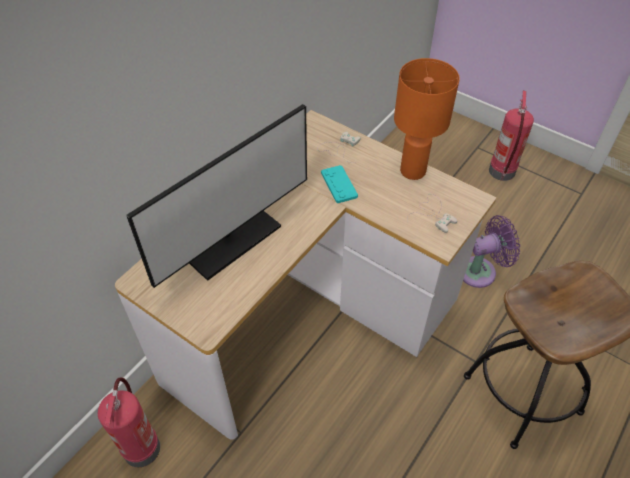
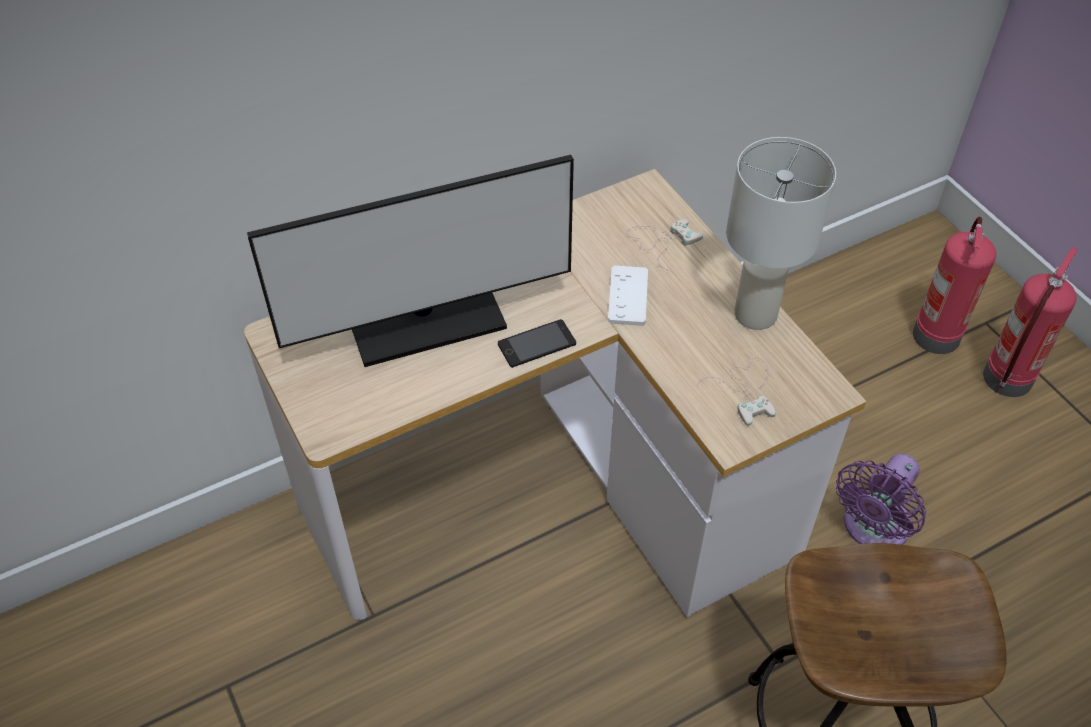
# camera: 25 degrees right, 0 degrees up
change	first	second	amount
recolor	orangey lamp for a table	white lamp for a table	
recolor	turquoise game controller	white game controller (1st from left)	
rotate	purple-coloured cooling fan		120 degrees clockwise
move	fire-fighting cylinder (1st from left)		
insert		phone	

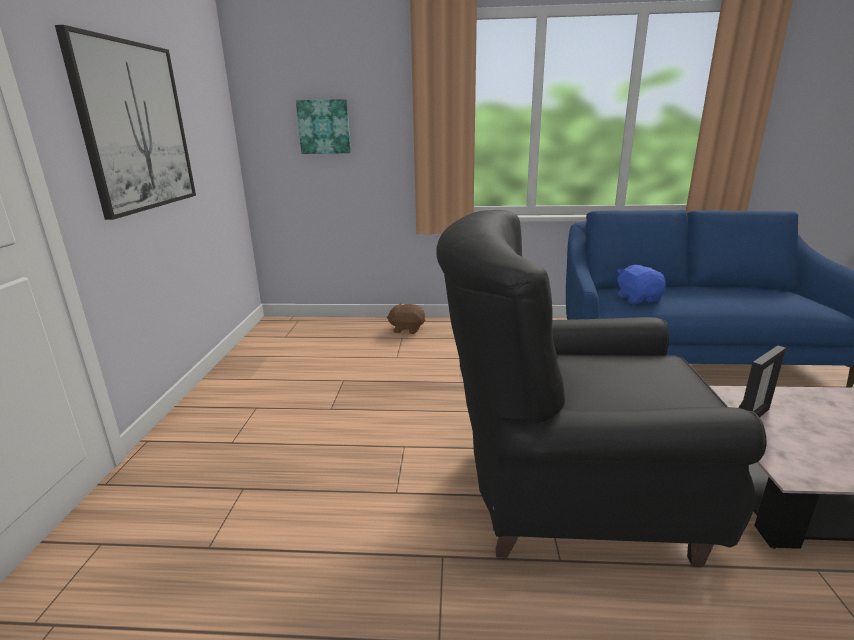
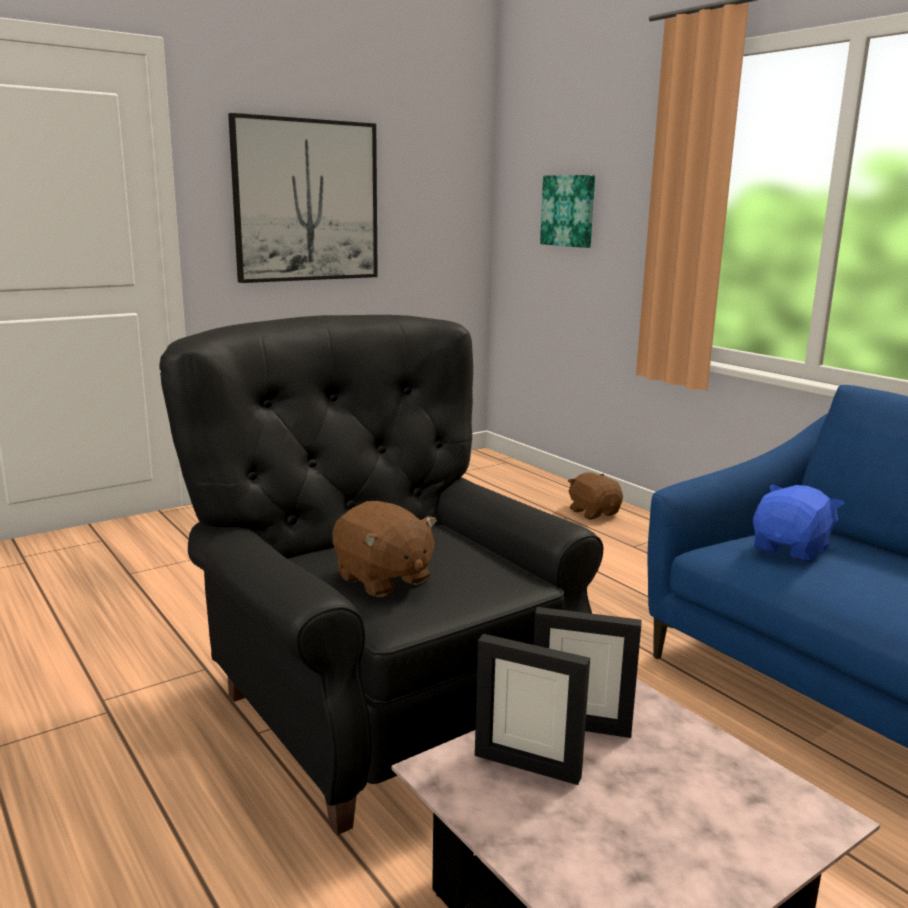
# camera: 50 degrees right, 5 degrees down
change	first	second	amount
insert		brownish cuddly toy (1st from left)	
insert		photo frame (1st from left)	

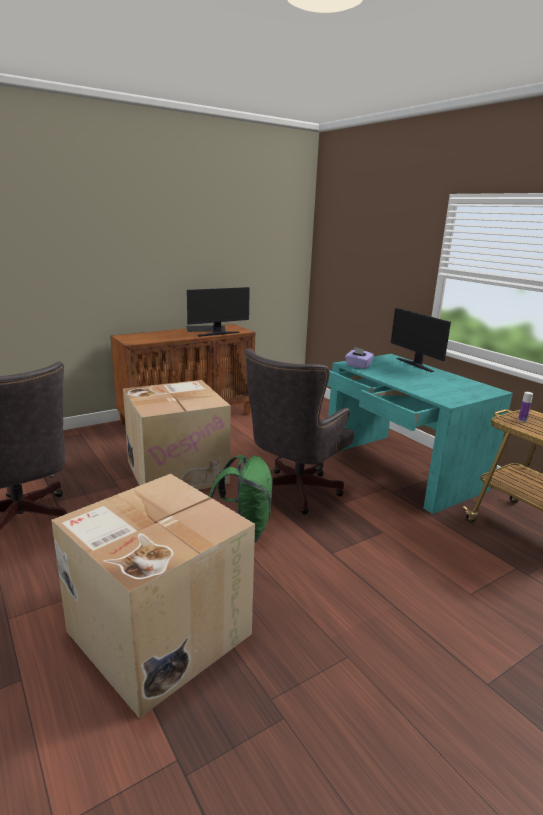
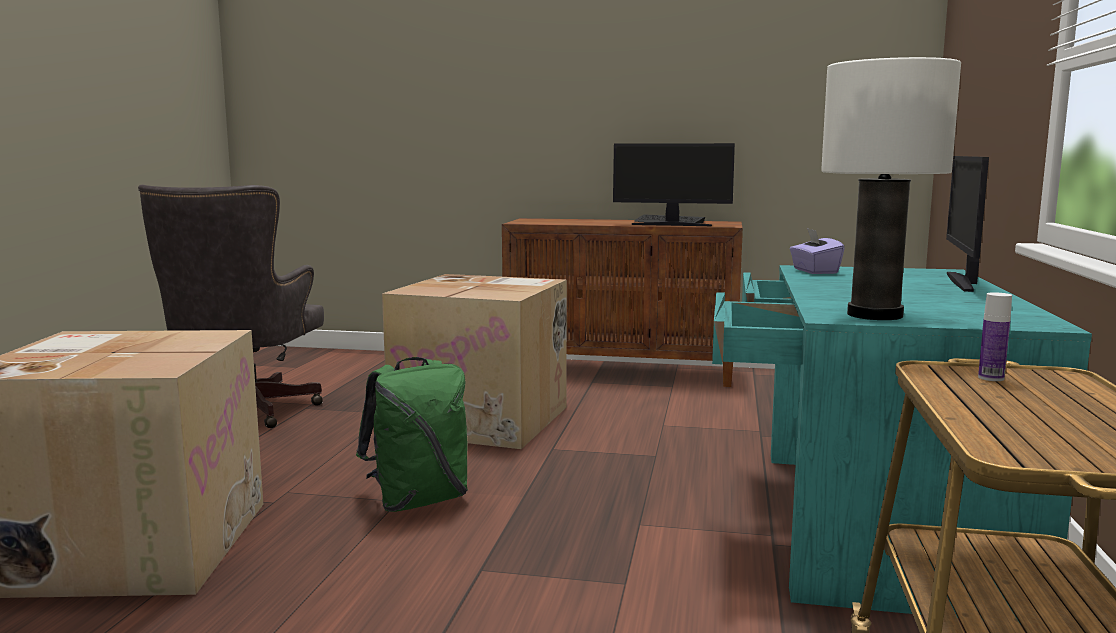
# camera: 45 degrees right, 10 degrees down
change	first	second	amount
delete	grey desk chair (2nd from left)		
insert		white lamp for a table	

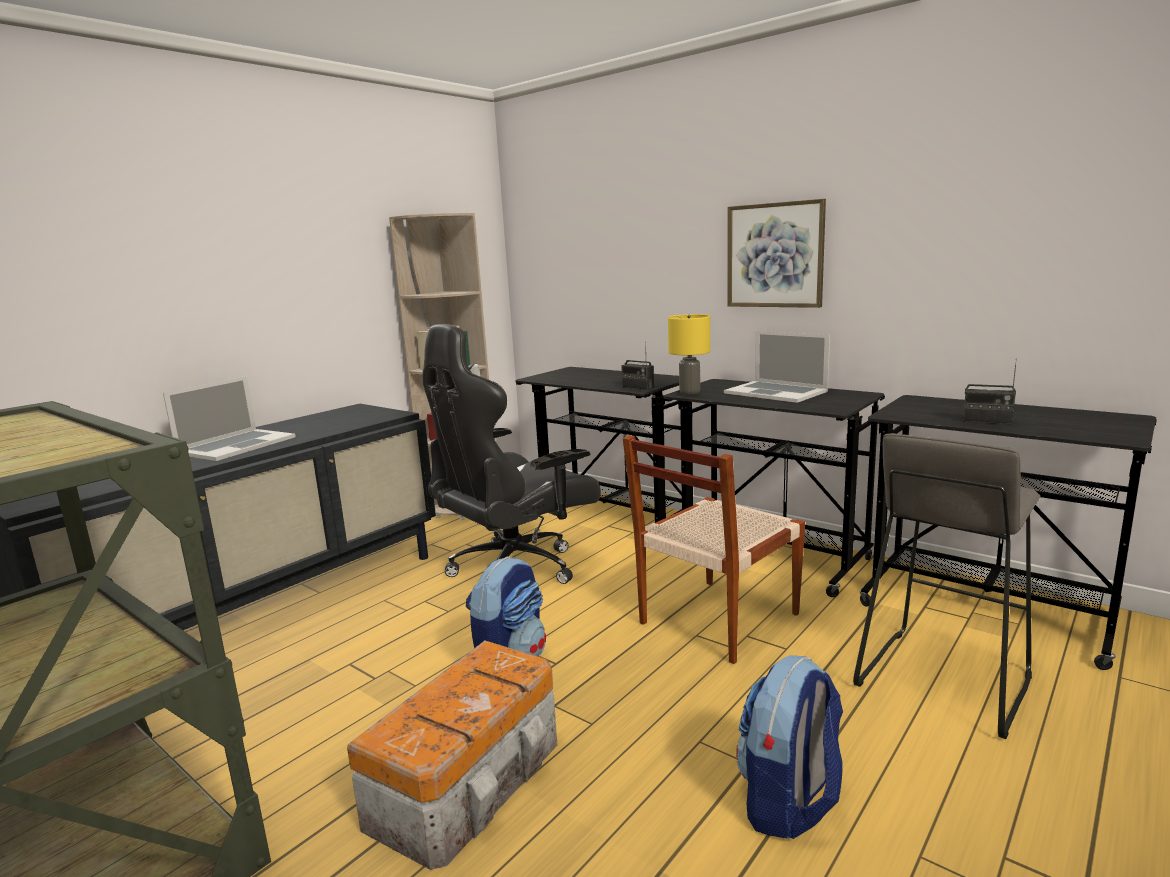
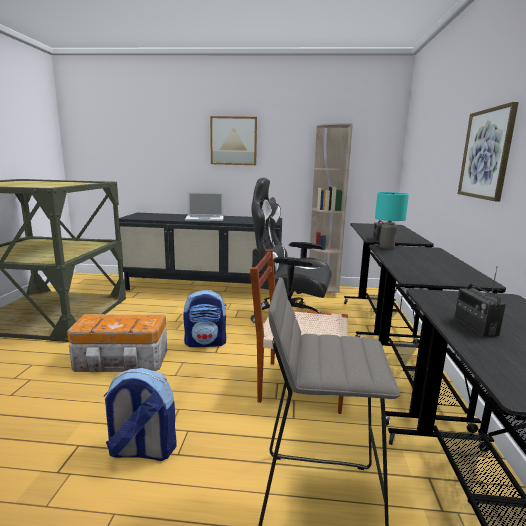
# camera: 55 degrees right, 0 degrees up
change	first	second	amount
recolor	yellow lamp for a table	turquoise lamp for a table	
delete	laptop (2nd from left)		
insert		wall picture (1st from left)	

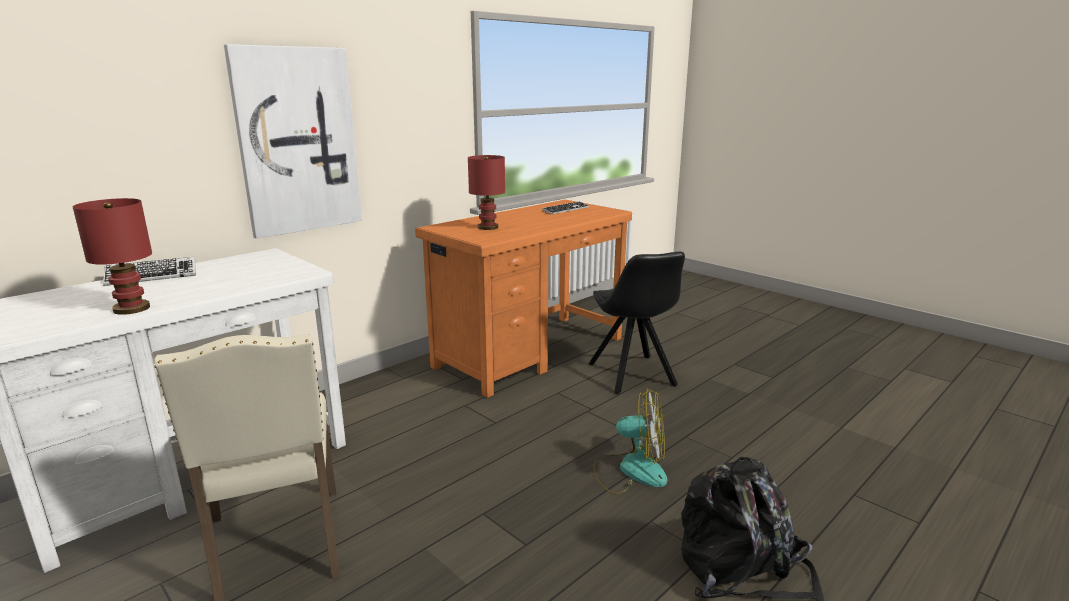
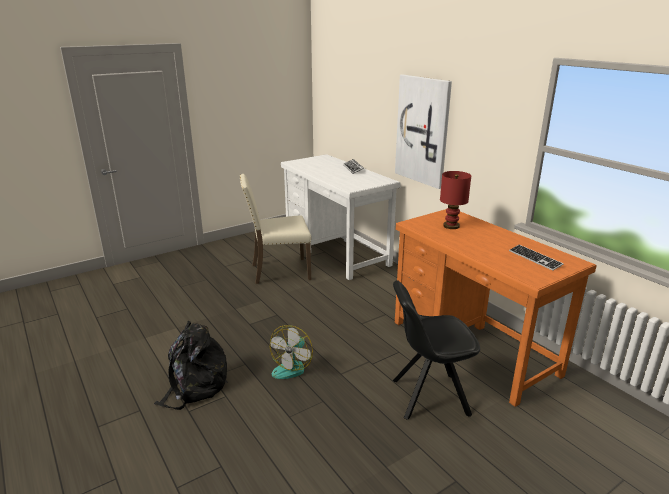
# camera: 100 degrees right, 5 degrees up
change	first	second	amount
delete	reddish lamp for a table (1st from left)		

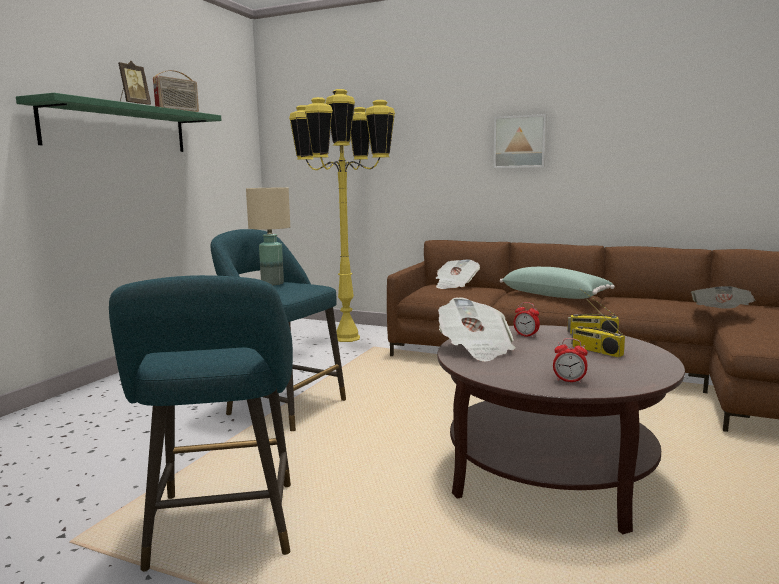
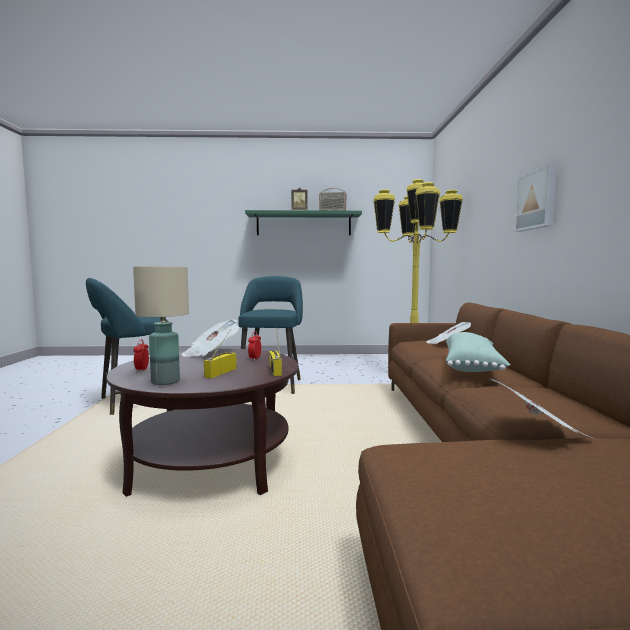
# camera: 65 degrees right, 5 degrees down
change	first	second	amount
move	beige lamp for a table		

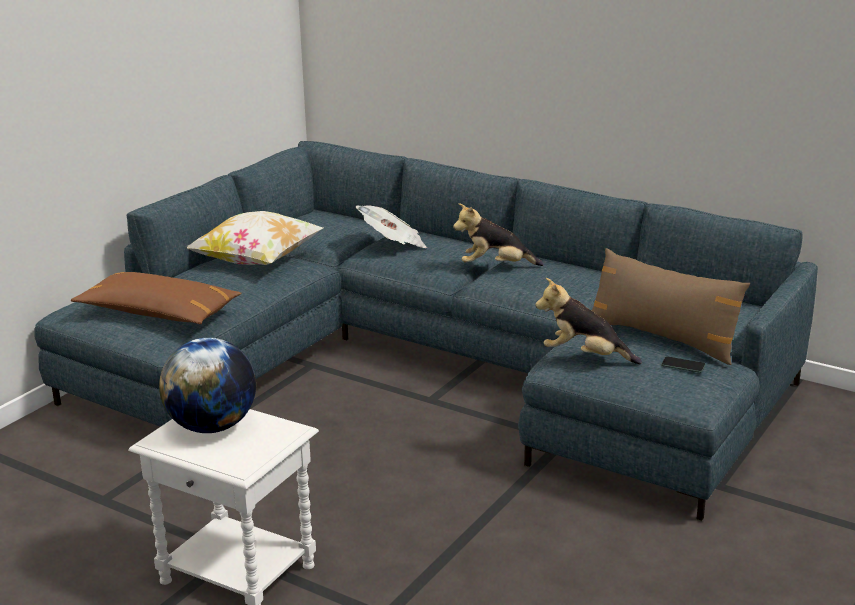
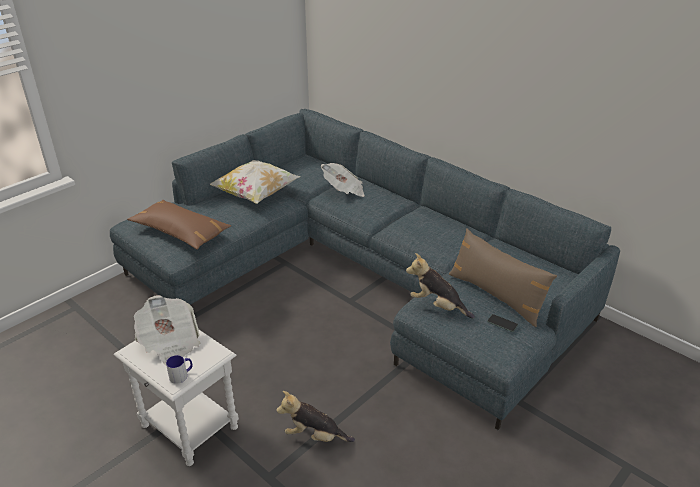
# camera: 10 degrees right, 10 degrees up
change	first	second	amount
move	cuddly toy (1st from left)		
replace	globe	daily paper (1st from left)	
insert		coffee mug	

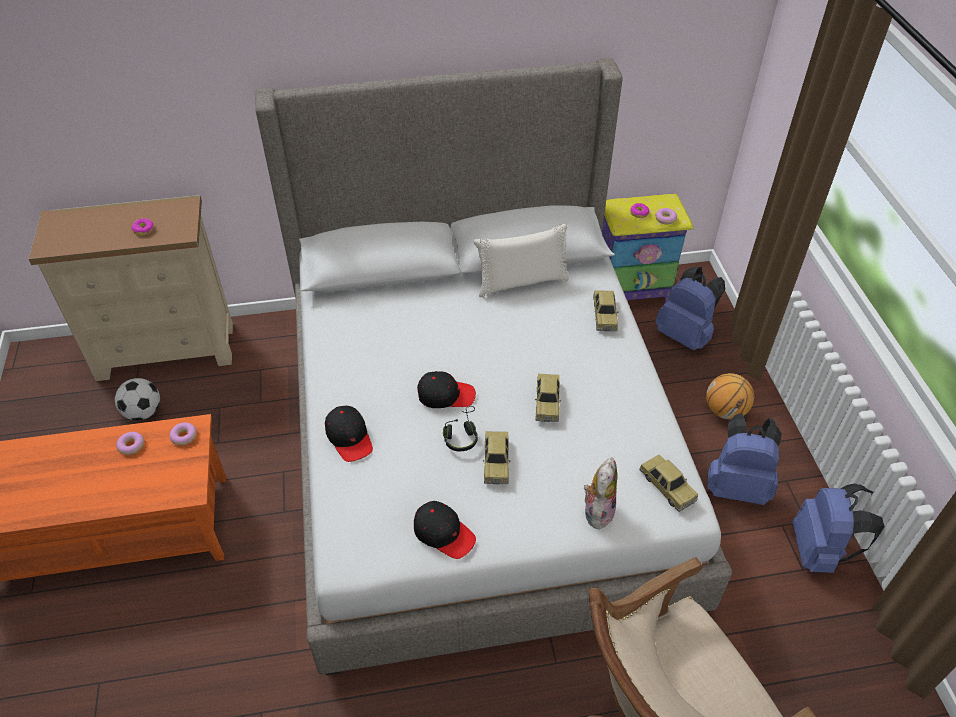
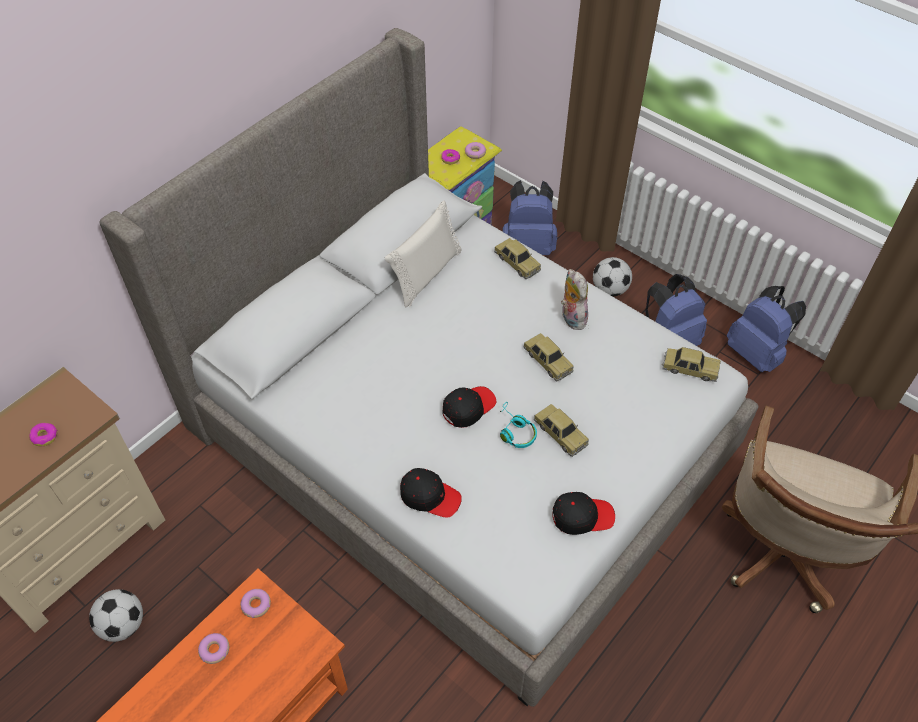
# camera: 40 degrees left, 5 degrees up
change	first	second	amount
replace	basketball	football (2nd from left)	
recolor	black headphones	turquoise headphones	
move	cuddly toy		

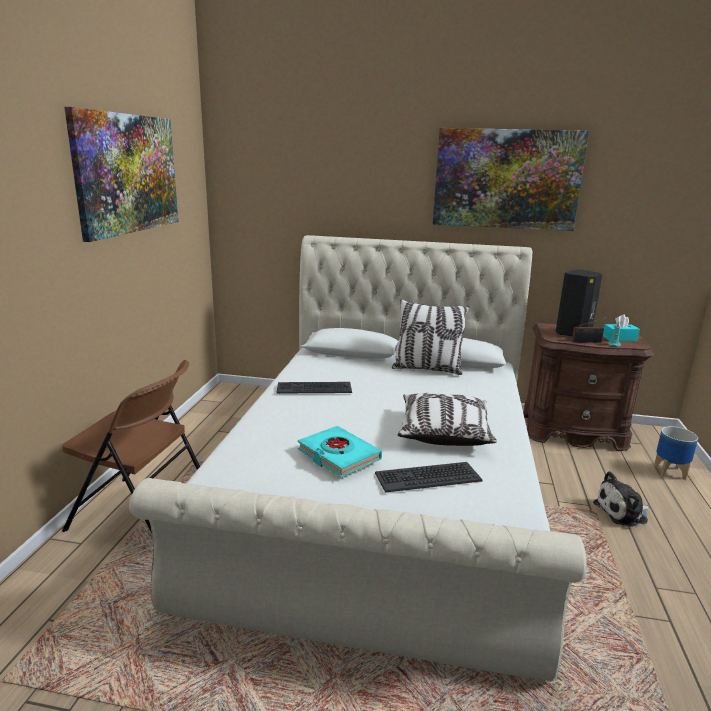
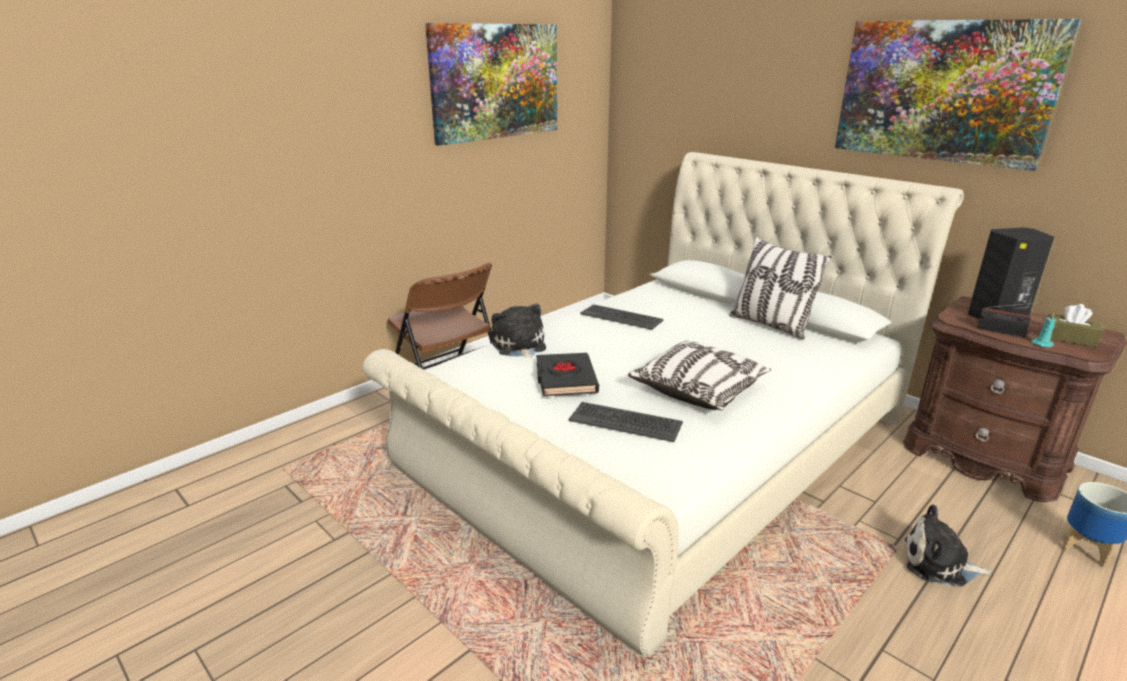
# camera: 35 degrees right, 5 degrees up
change	first	second	amount
recolor	turquoise tissue holder	brownish tissue holder	
recolor	turquoise bound book	black bound book	
insert		cuddly toy (1st from left)	

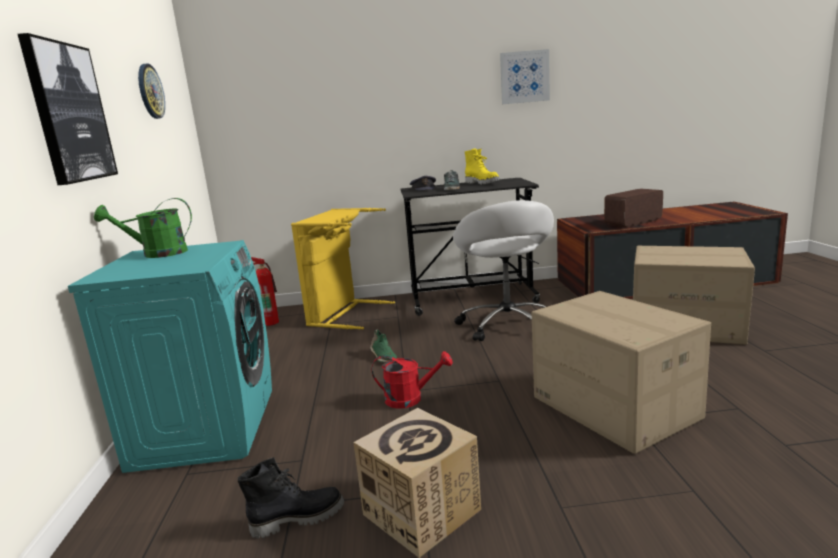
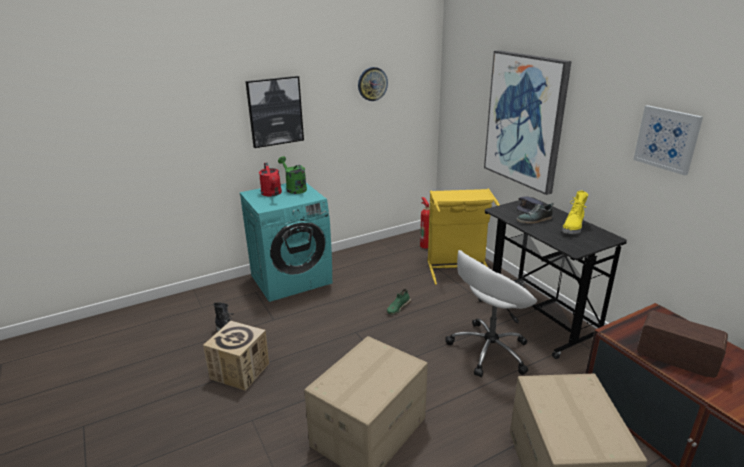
# camera: 65 degrees right, 10 degrees up
change	first	second	amount
move	reddish sprinkling can		
insert		wall picture (2nd from left)	

